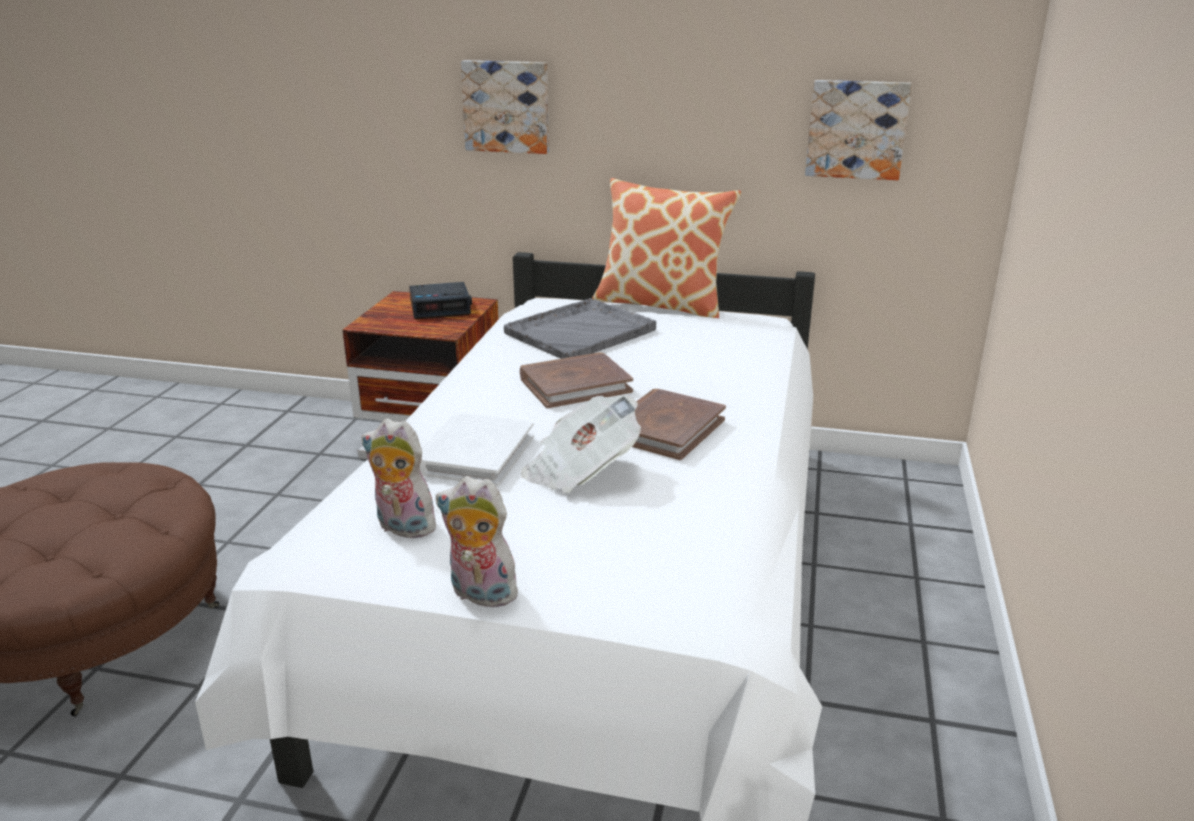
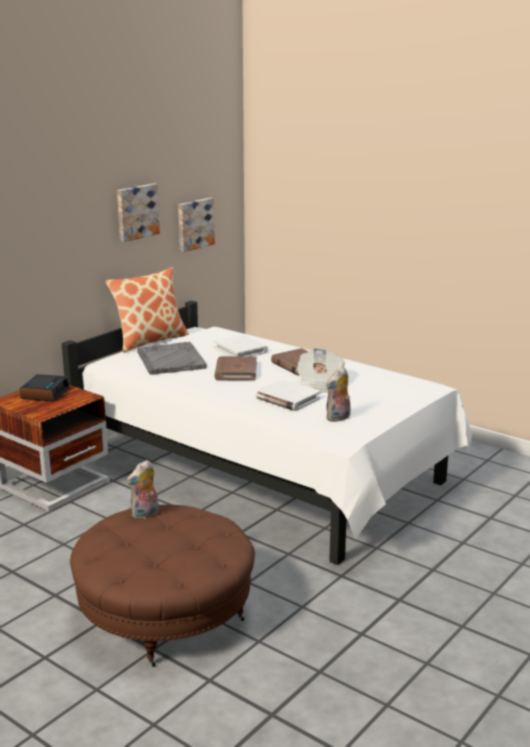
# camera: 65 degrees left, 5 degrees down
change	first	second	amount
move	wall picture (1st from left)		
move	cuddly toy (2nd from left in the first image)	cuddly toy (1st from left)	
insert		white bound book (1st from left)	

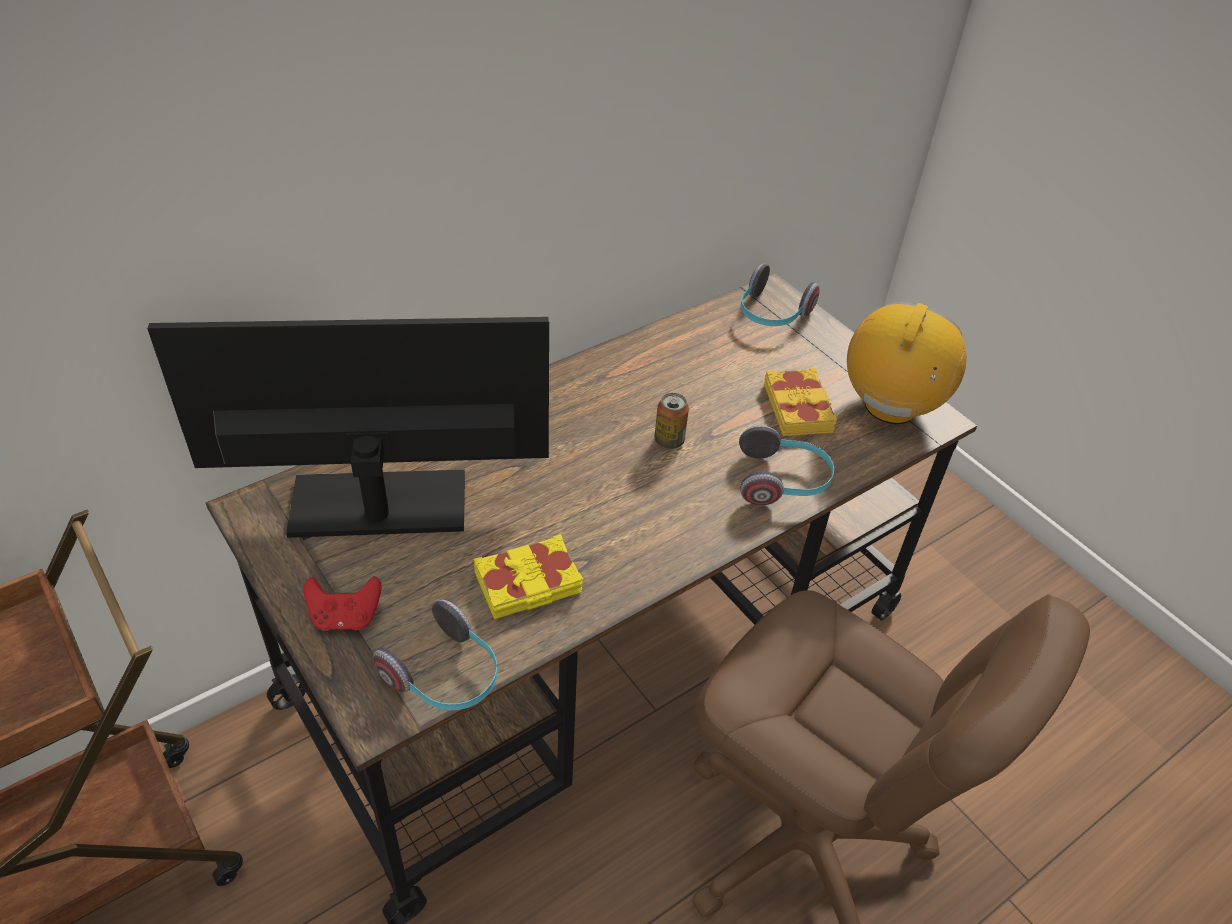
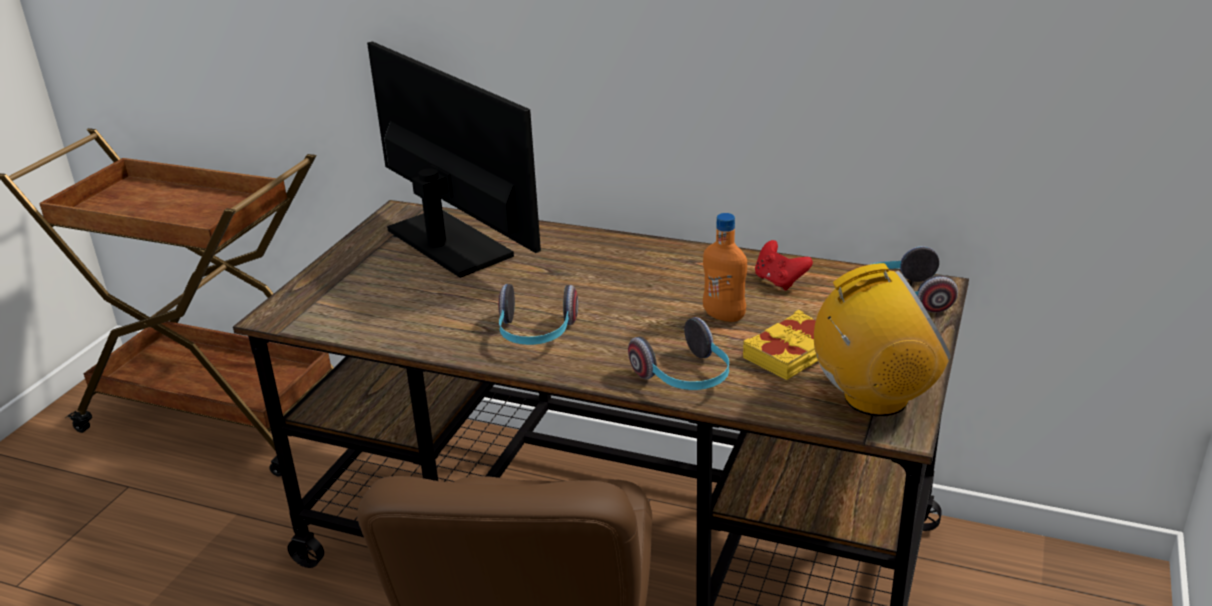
# camera: 60 degrees right, 15 degrees down
change	first	second	amount
delete	metal can		
delete	yellow bound book (1st from left)		
move	reddish game controller		
move	headphones (1st from left)		
insert		orangey bottle	

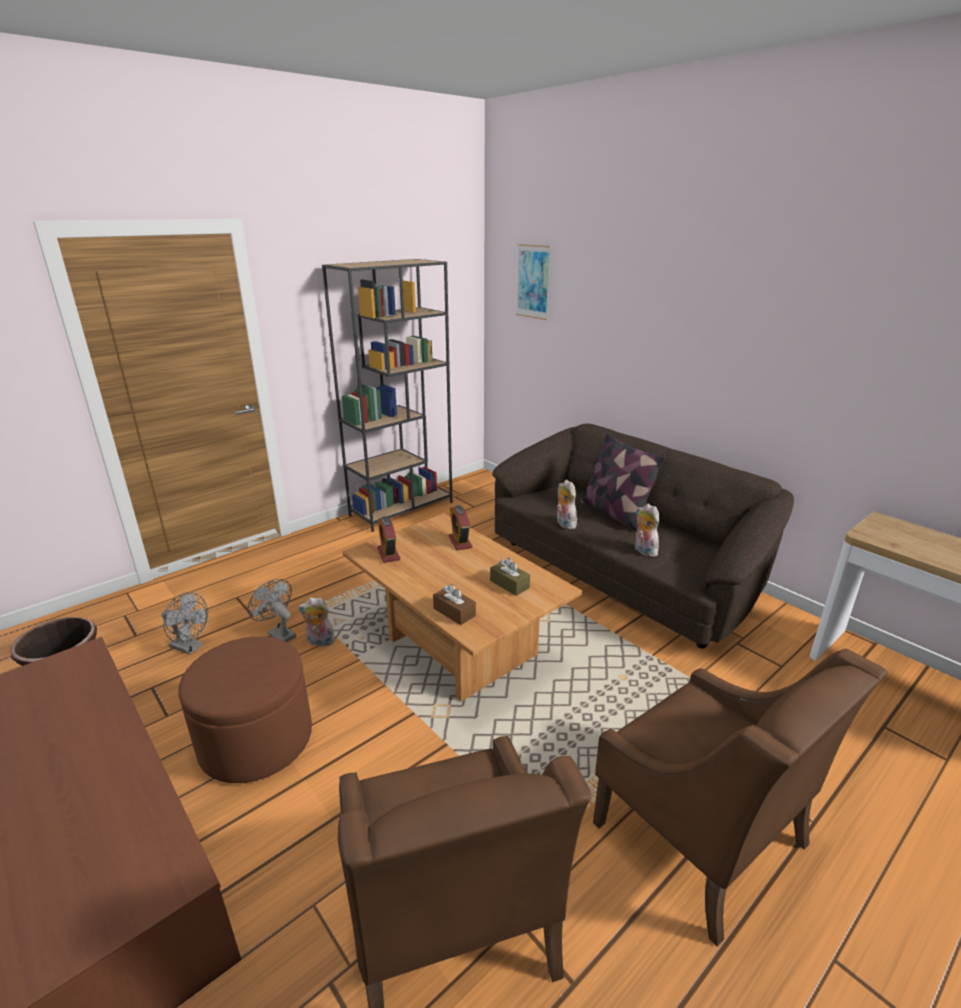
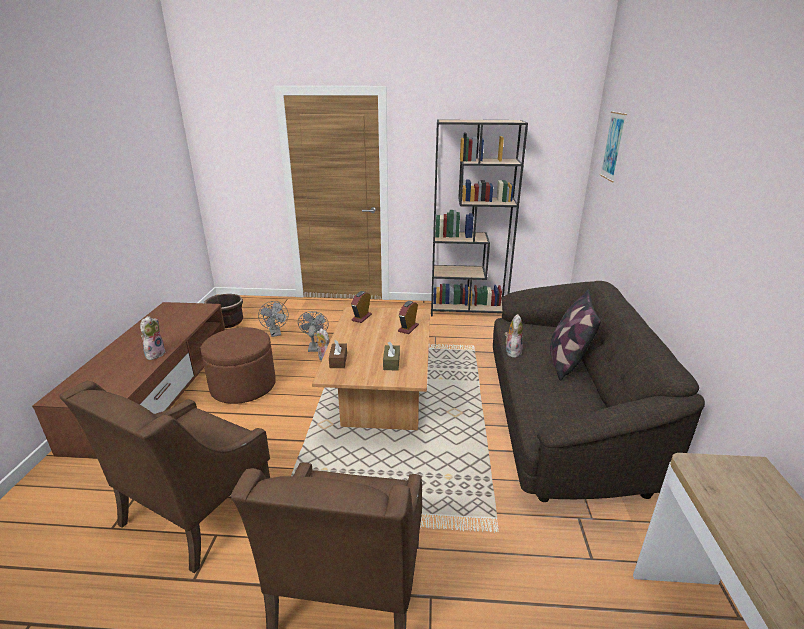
# camera: 45 degrees right, 0 degrees up
change	first	second	amount
move	cuddly toy (3rd from left in the first image)	cuddly toy (1st from left)	

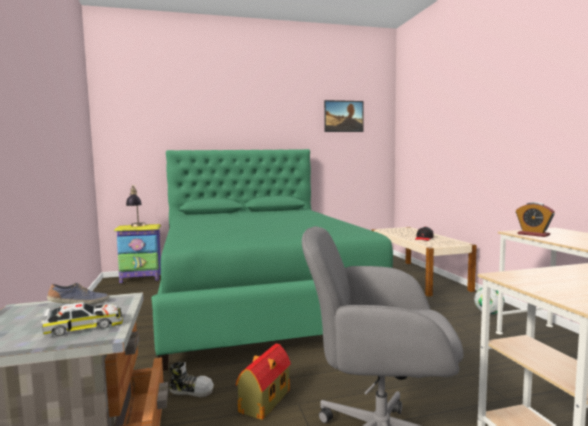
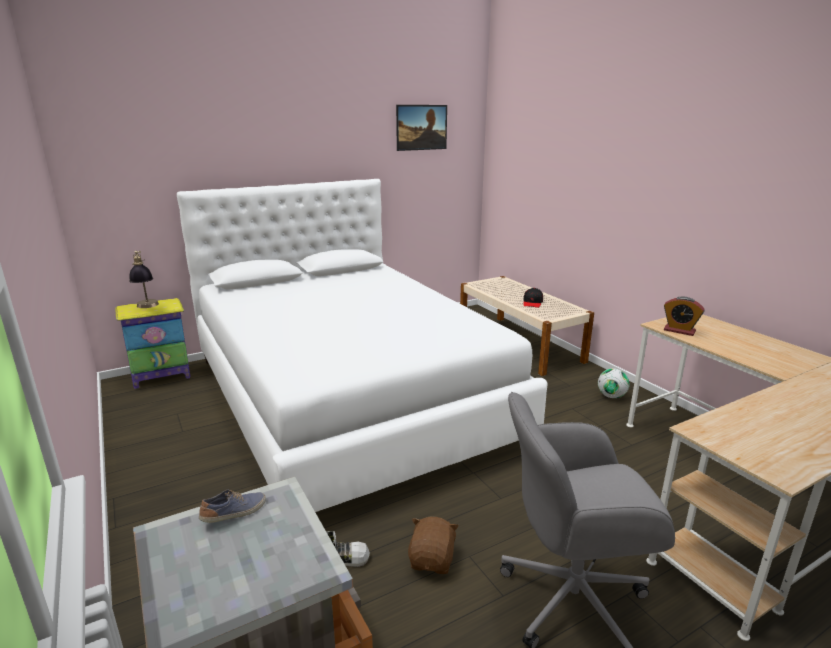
# camera: 15 degrees left, 15 degrees up
change	first	second	amount
recolor	greenish bed	white bed	
delete	model car		
replace	miniature house	brownish cuddly toy	

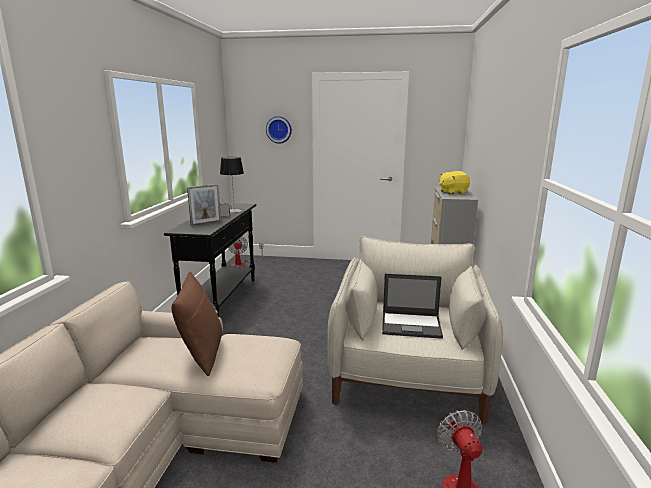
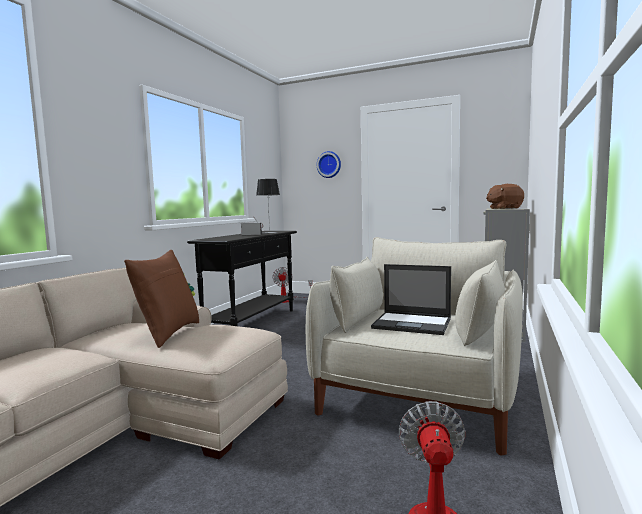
# camera: 15 degrees right, 10 degrees down
change	first	second	amount
recolor	yellow cuddly toy	brownish cuddly toy	
delete	photo frame		

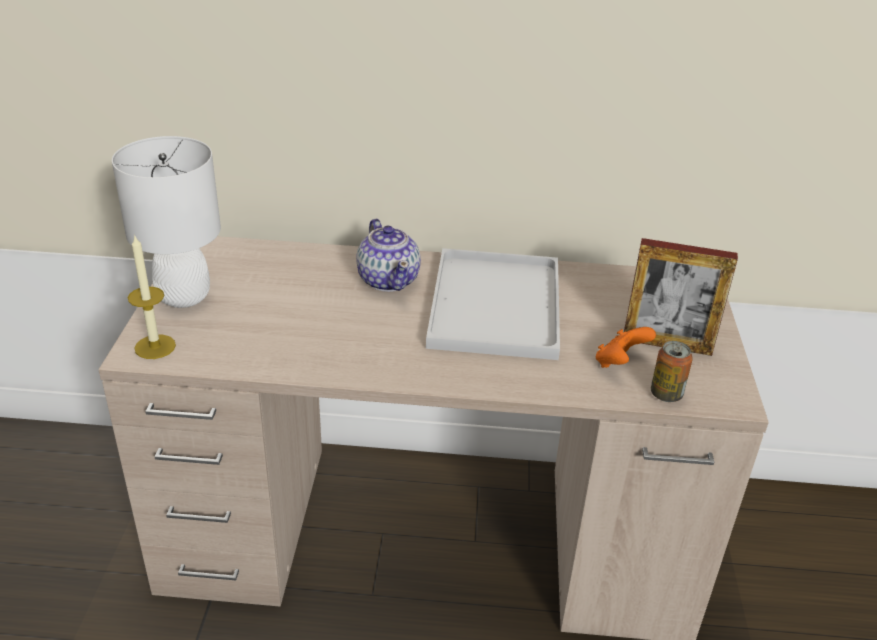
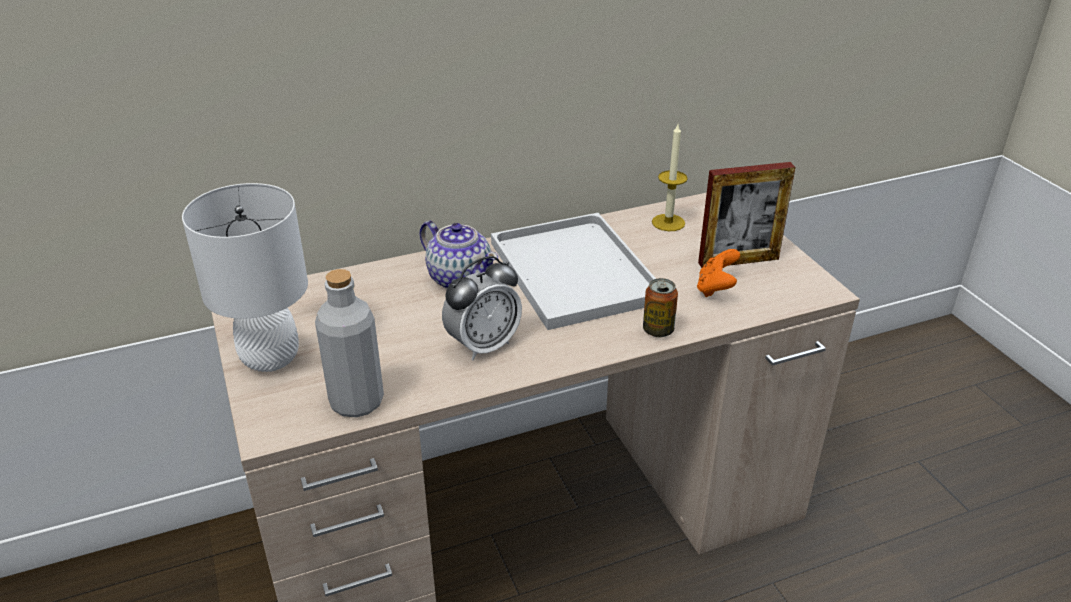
# camera: 25 degrees left, 0 degrees up
change	first	second	amount
move	wax light		
move	metal can		
insert		alarm clock	
insert		grey bottle	

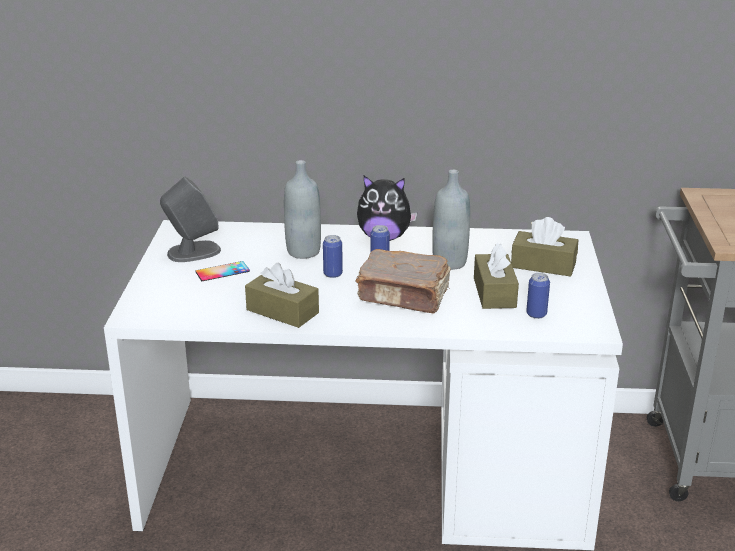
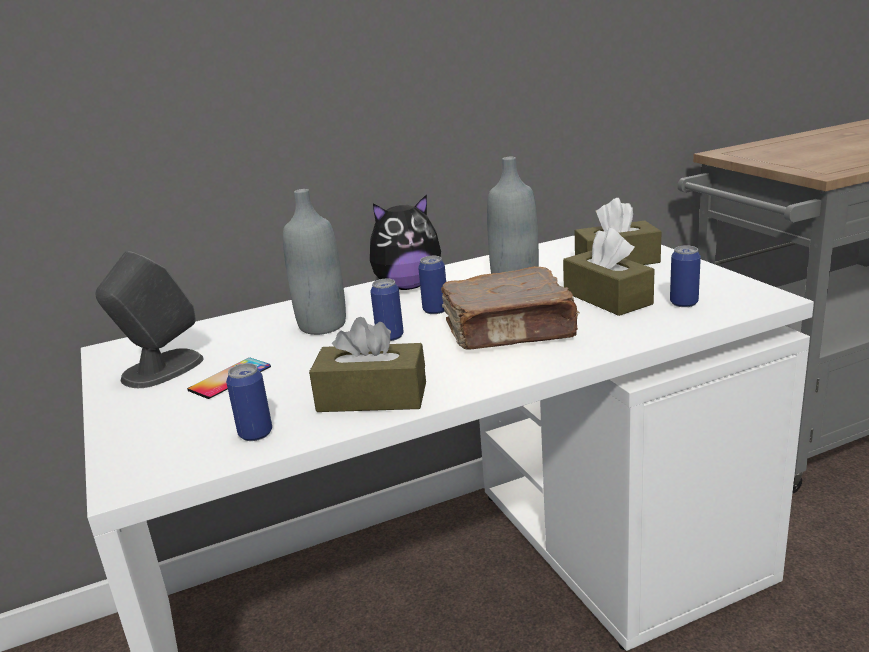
# camera: 25 degrees left, 5 degrees down
change	first	second	amount
insert		metal can (1st from left)	

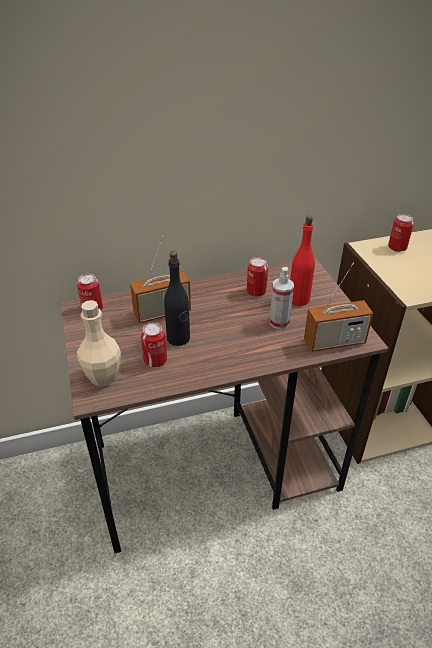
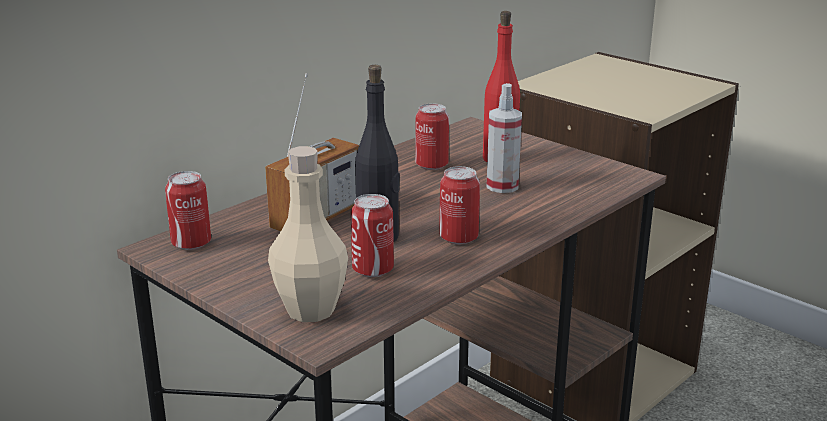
# camera: 30 degrees left, 15 degrees down
change	first	second	amount
move	metal can (4th from left)		
delete	radio set (2nd from left)		

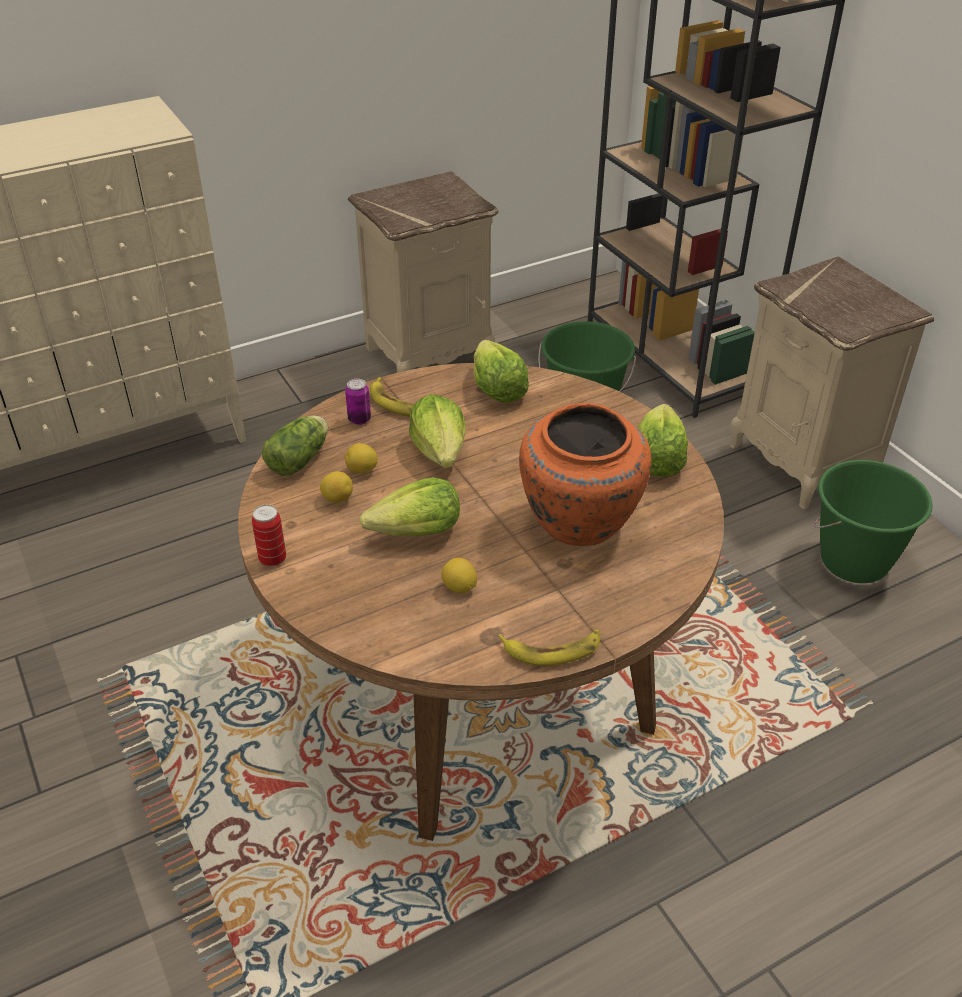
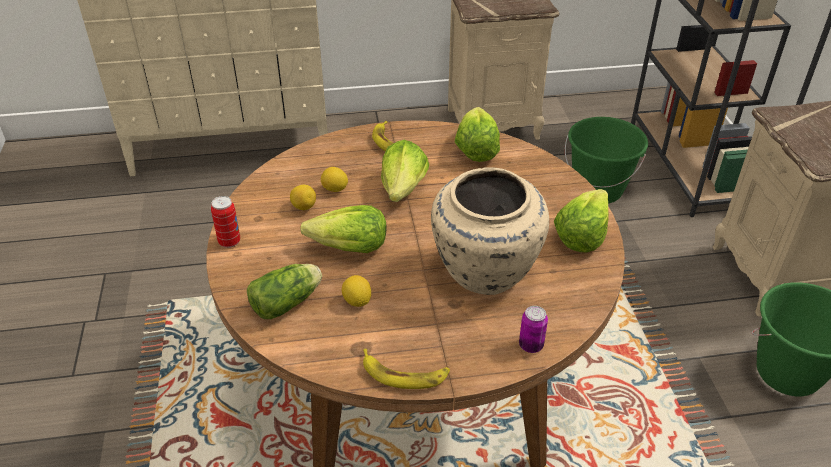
# camera: 20 degrees right, 0 degrees up
change	first	second	amount
move	metal can (2nd from left)		
recolor	orangey flower vase	beige flower vase	
move	lettuce (1st from left)		

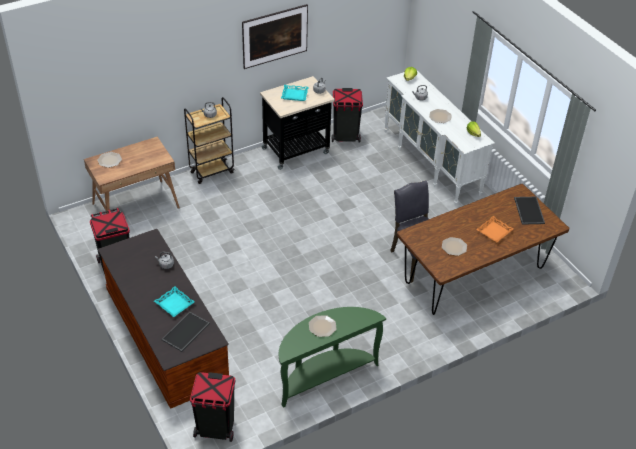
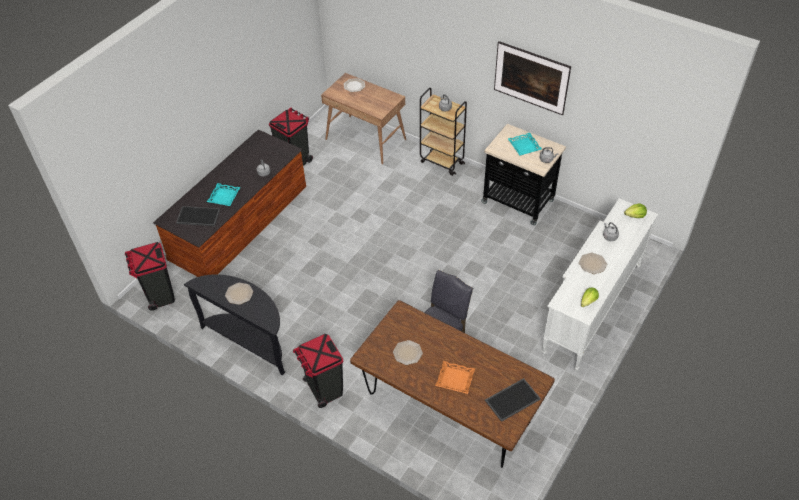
# camera: 65 degrees right, 5 degrees up
change	first	second	amount
move	black trash can (3rd from left)		
recolor	greenish console table	black console table	

